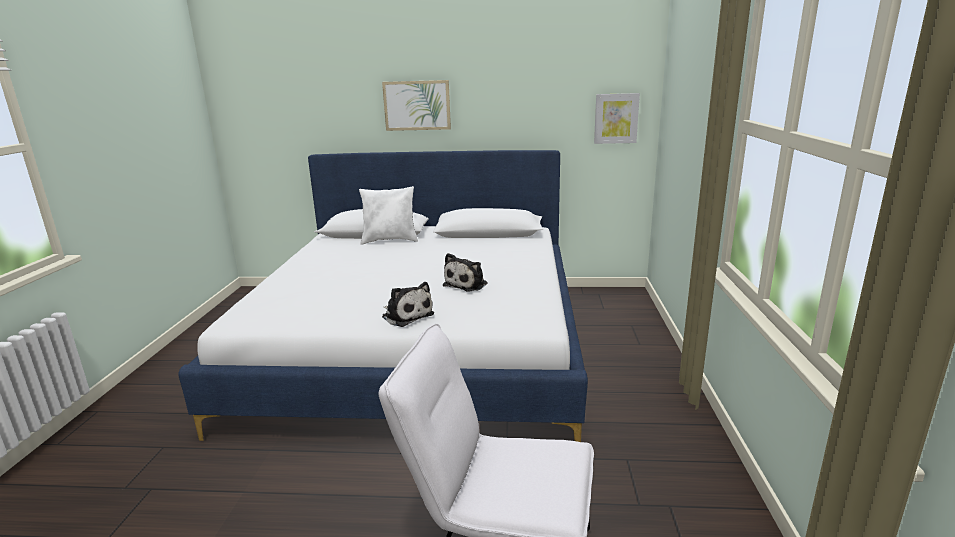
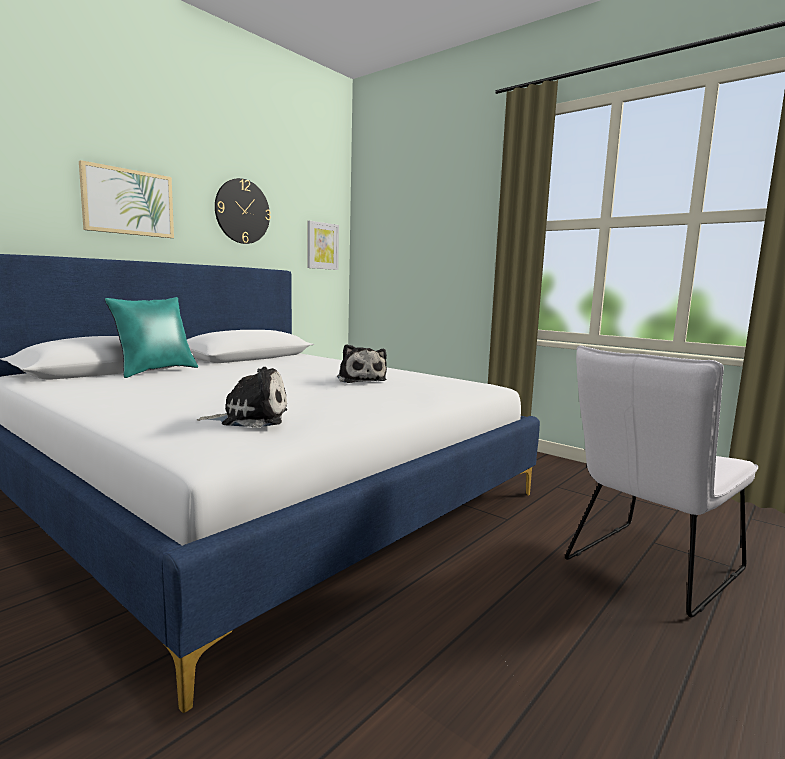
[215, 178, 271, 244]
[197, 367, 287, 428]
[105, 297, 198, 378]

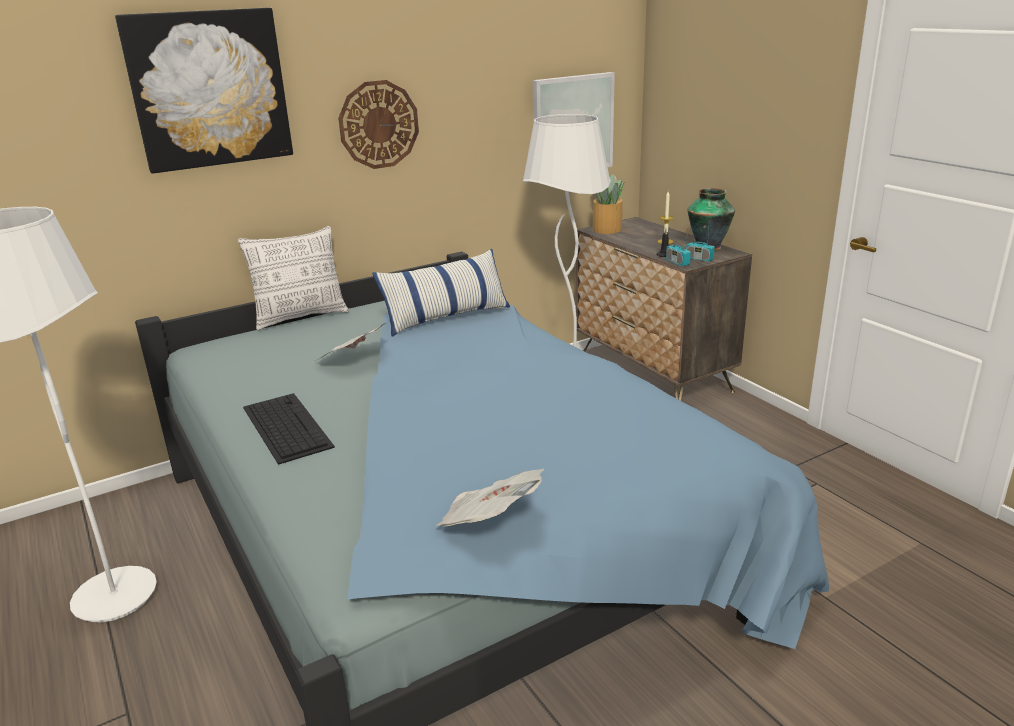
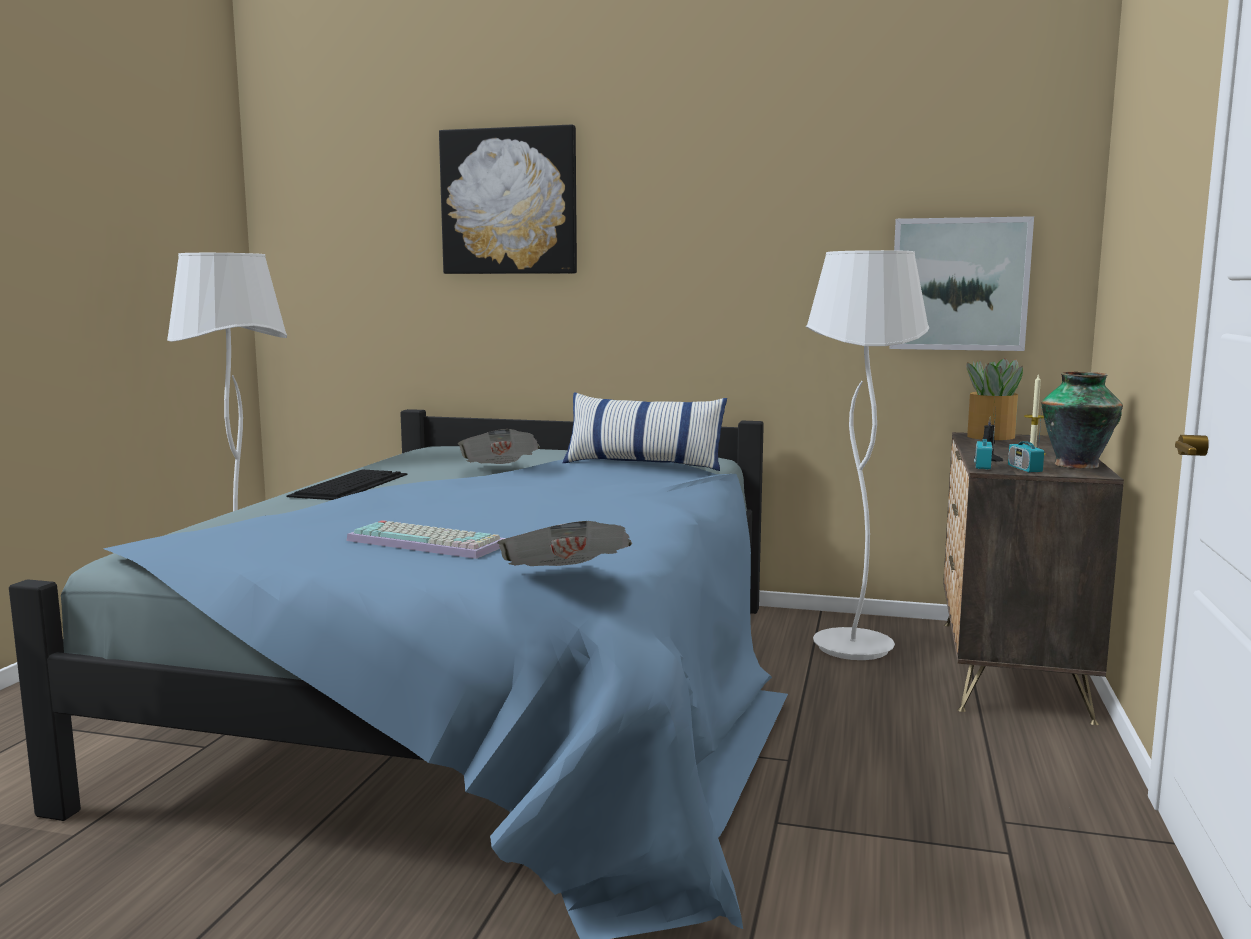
[238, 226, 349, 330] (first image)
[338, 80, 419, 169] (first image)
[346, 520, 506, 559]
[497, 521, 632, 566]

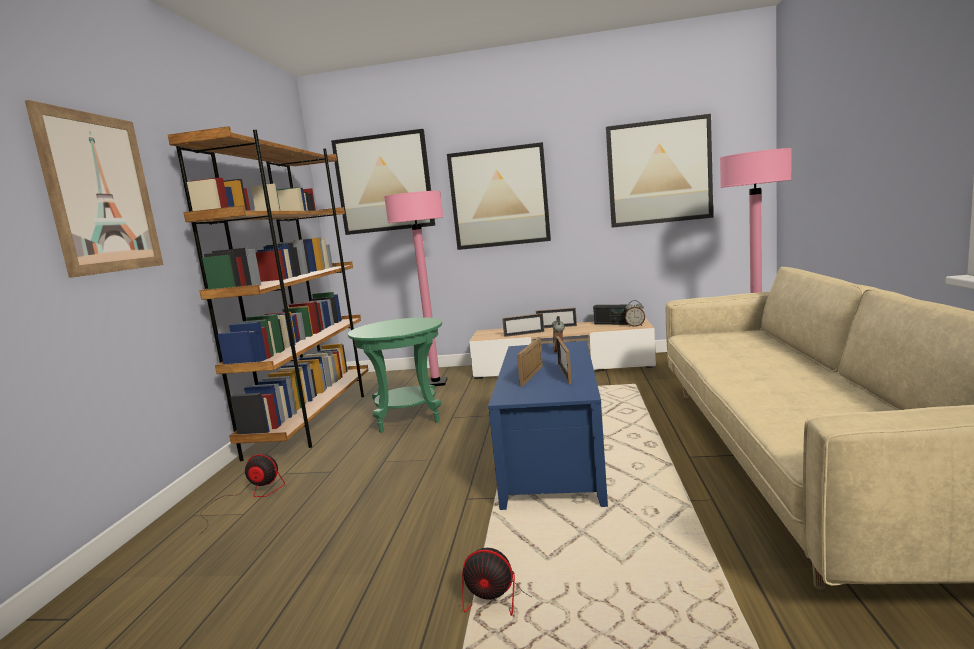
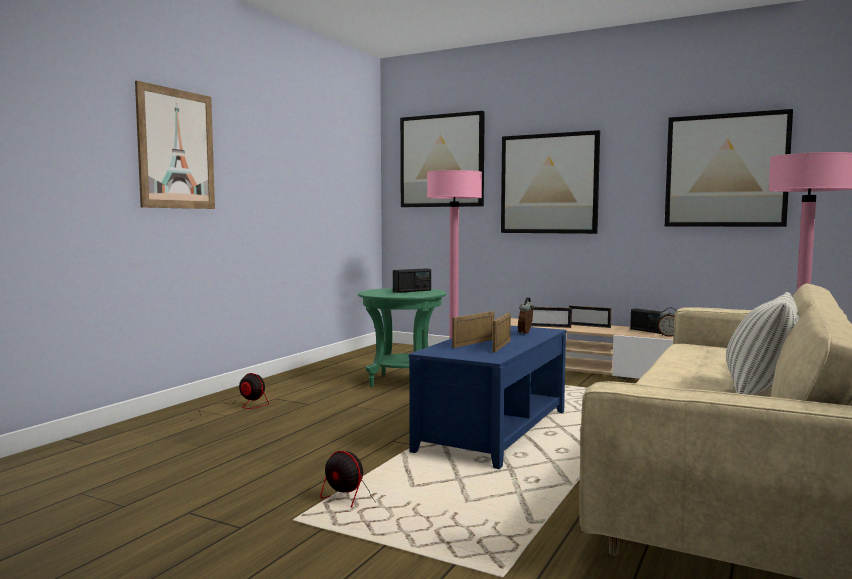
[168, 126, 369, 461] (first image)
[393, 268, 431, 293]
[726, 292, 800, 395]

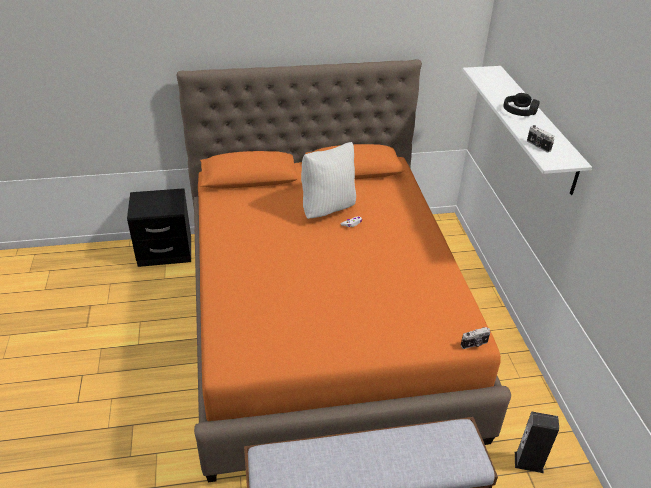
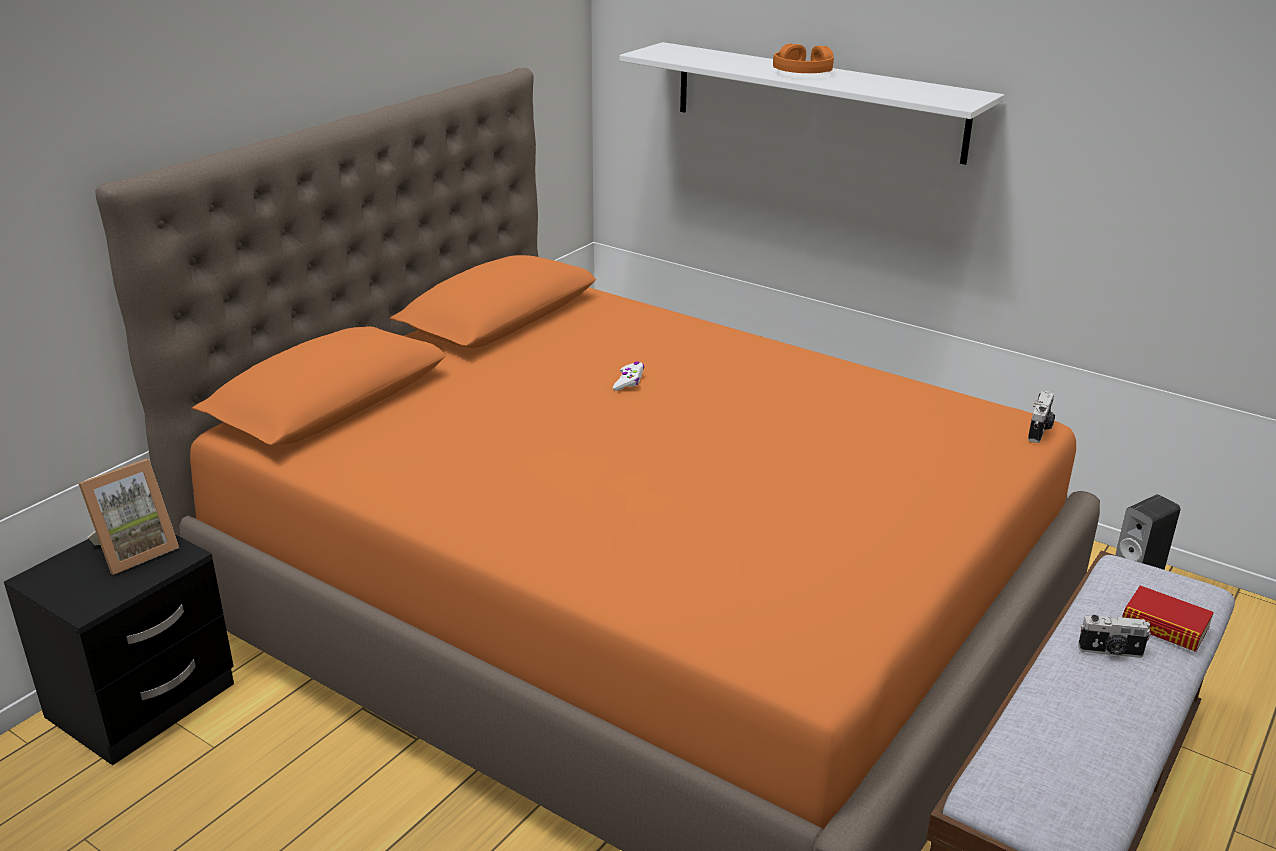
[301, 142, 356, 219] (first image)
[78, 459, 179, 575]
[1122, 585, 1214, 652]
[1078, 615, 1151, 658]
[773, 43, 834, 73]

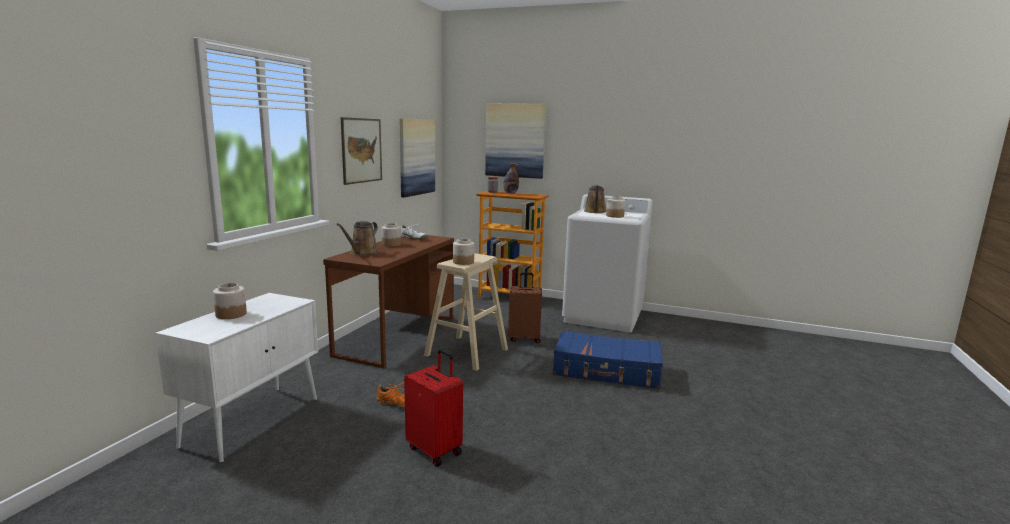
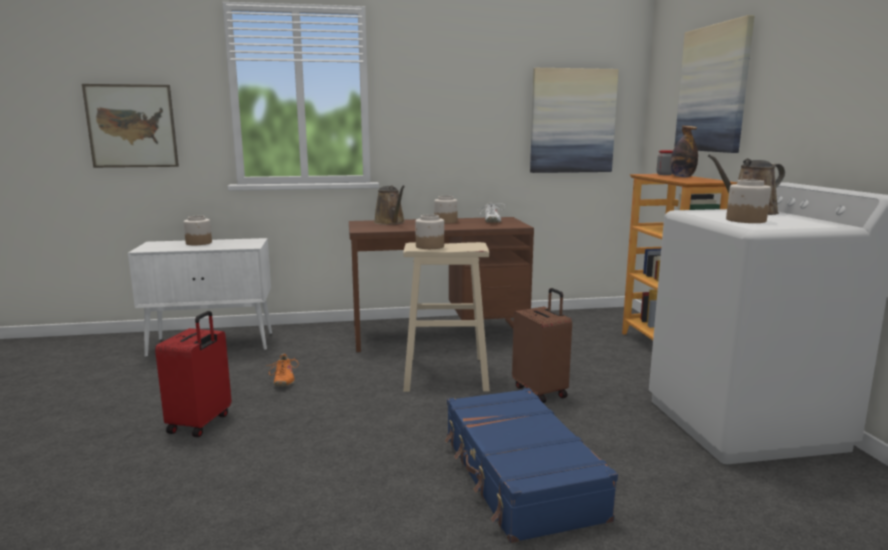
[82, 84, 179, 168]
[374, 185, 405, 225]

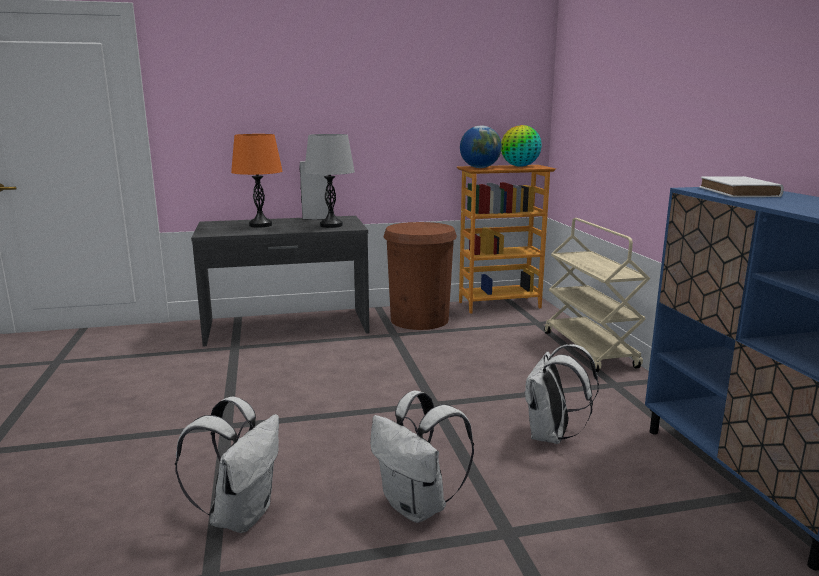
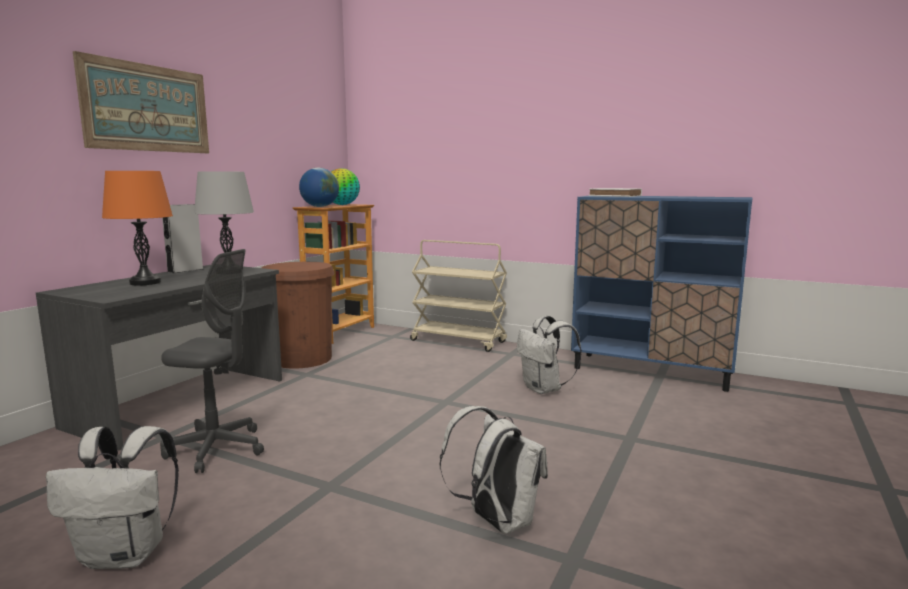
[73, 51, 209, 153]
[160, 249, 264, 473]
[46, 426, 179, 569]

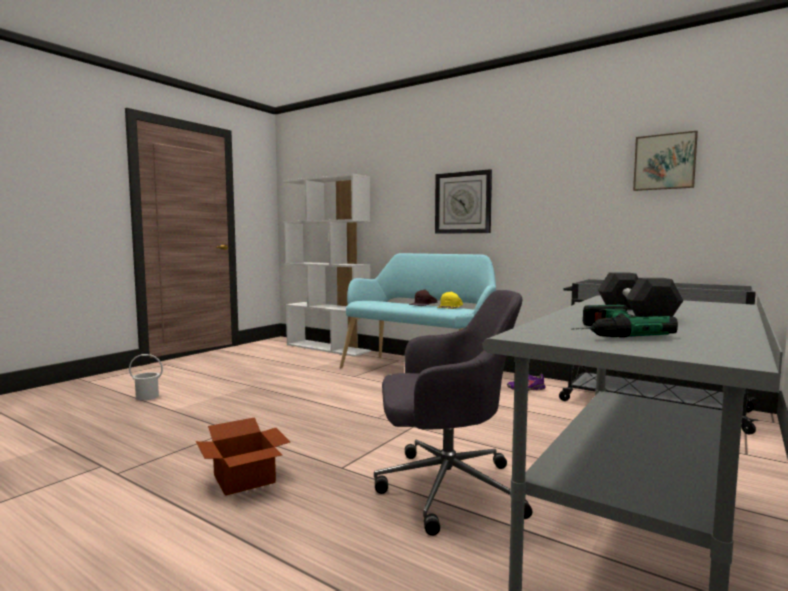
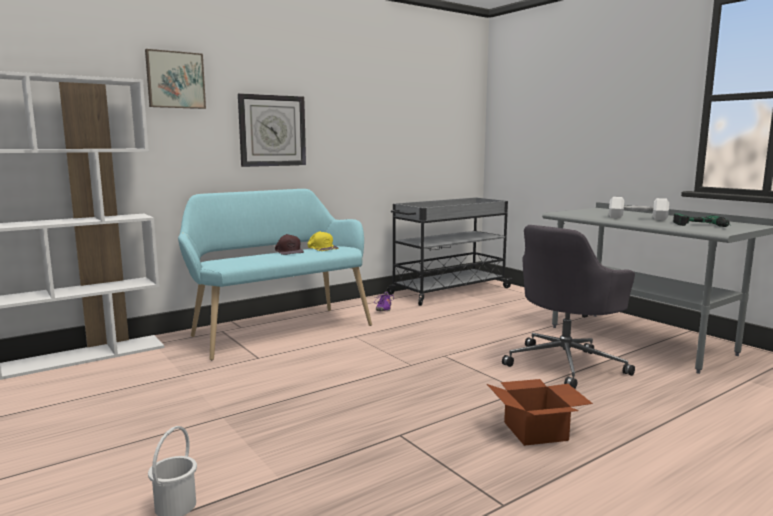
[145, 49, 206, 109]
[609, 197, 669, 221]
[502, 225, 635, 389]

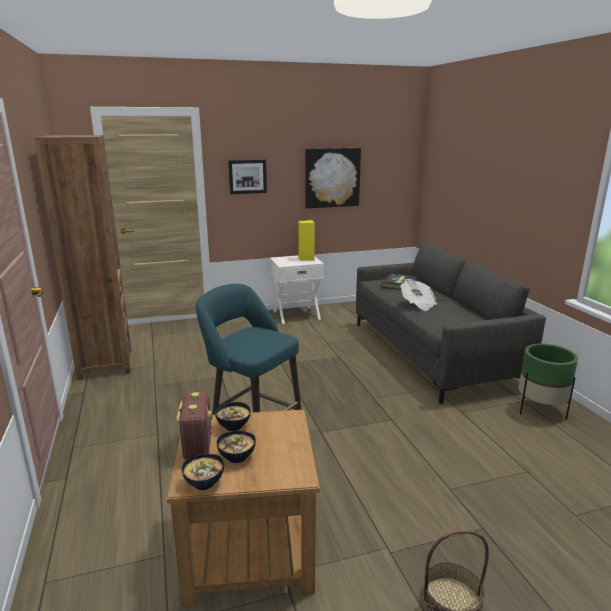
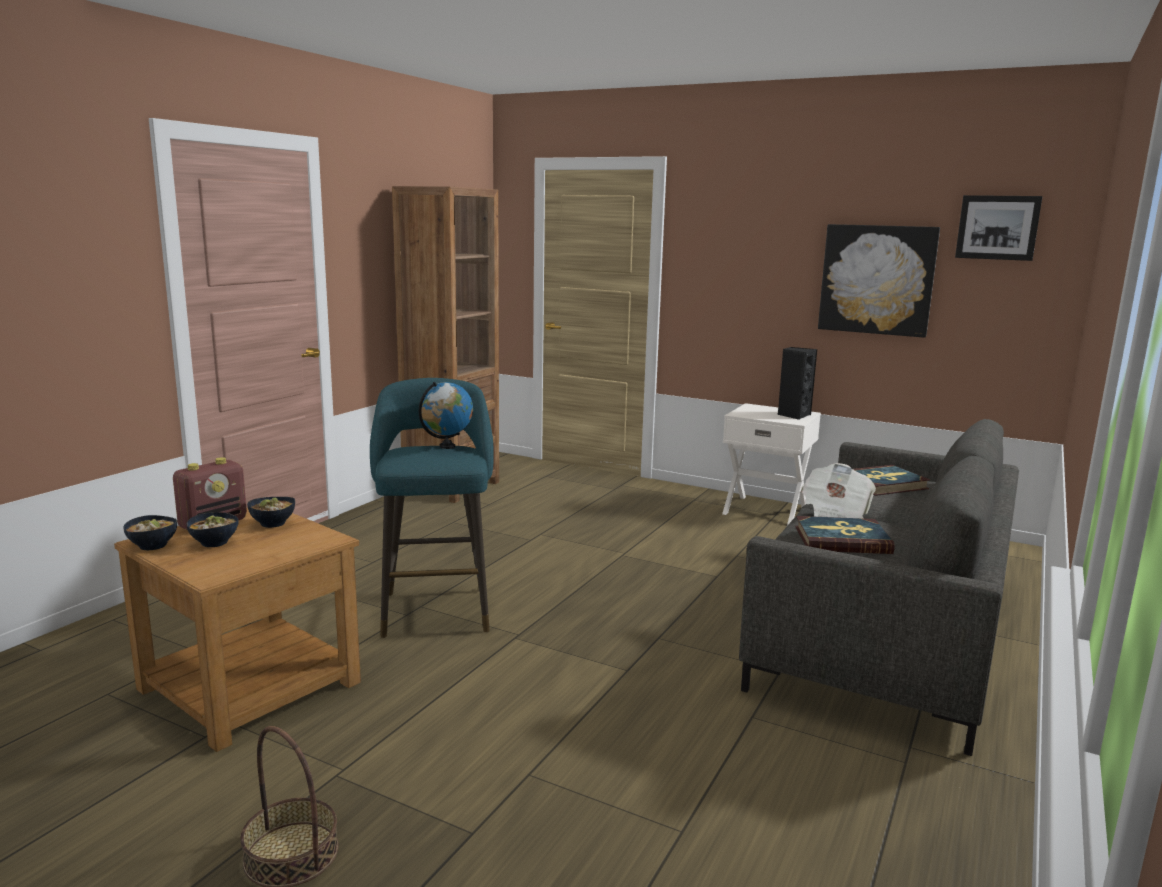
[519, 344, 578, 420] (first image)
[419, 382, 473, 449]
[795, 516, 895, 554]
[955, 195, 1042, 261]
[778, 347, 817, 420]

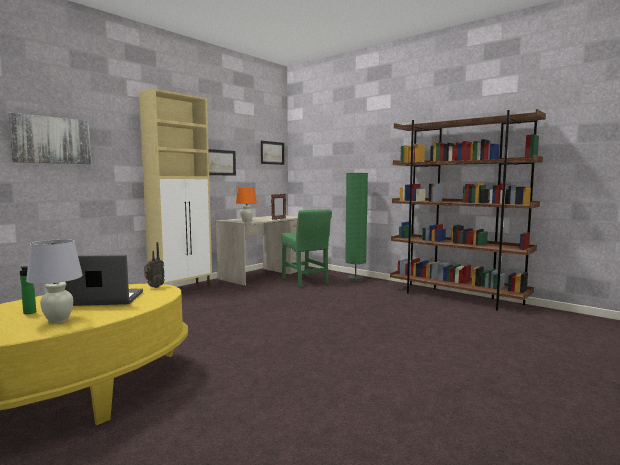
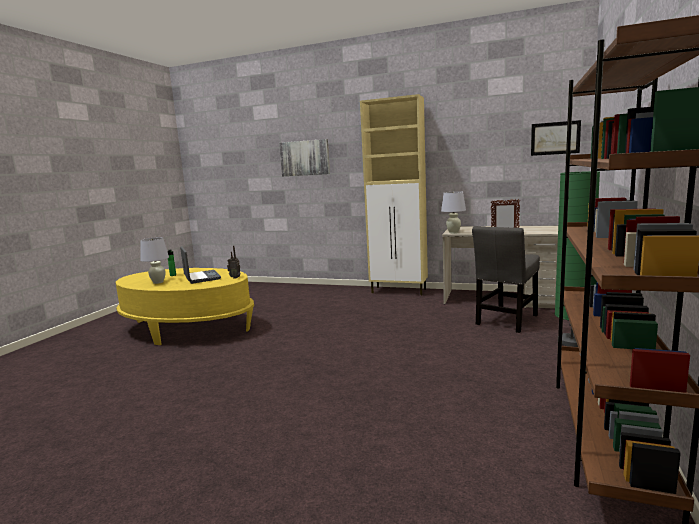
[208, 149, 236, 176] (first image)
[441, 191, 466, 233]
[472, 226, 540, 333]

